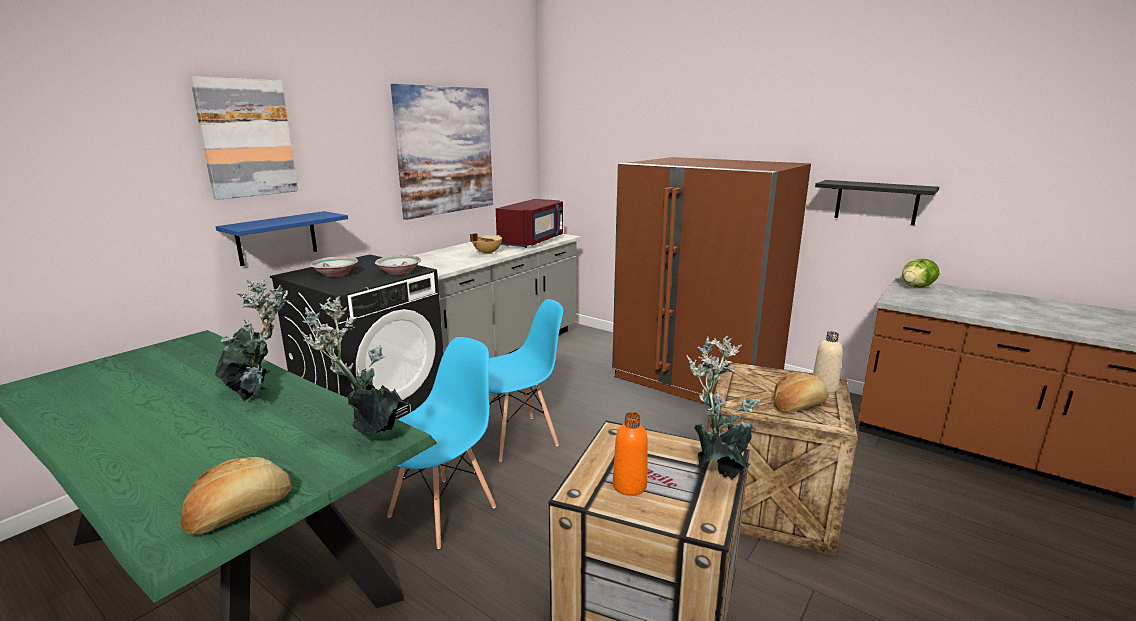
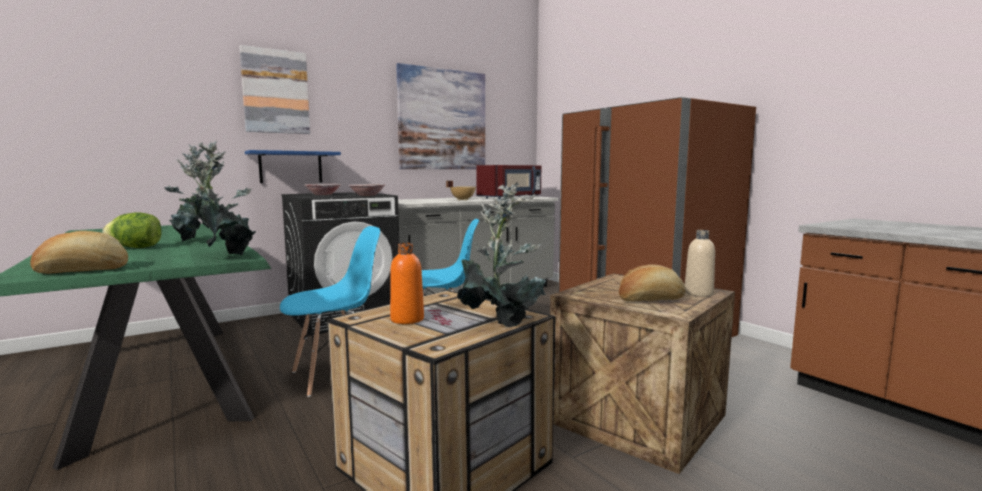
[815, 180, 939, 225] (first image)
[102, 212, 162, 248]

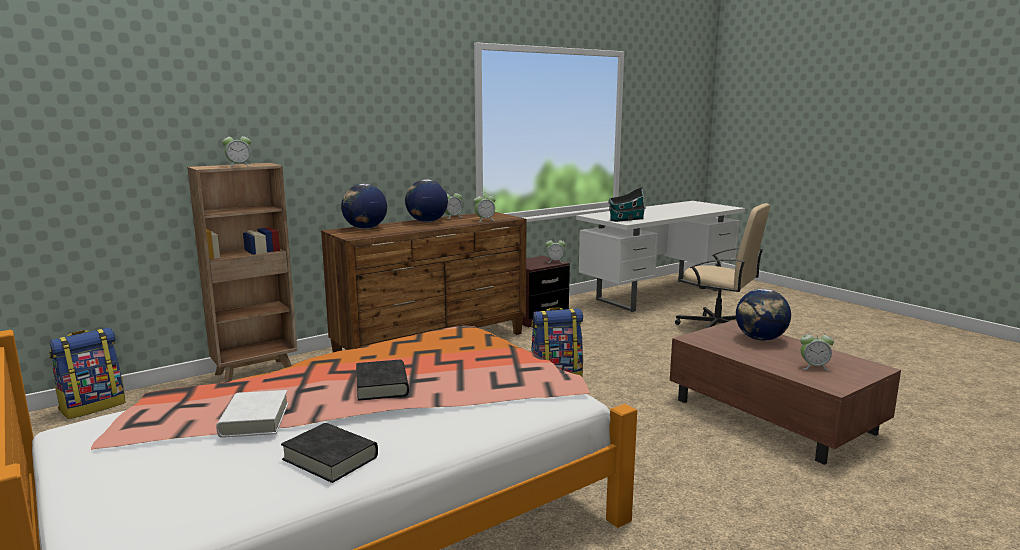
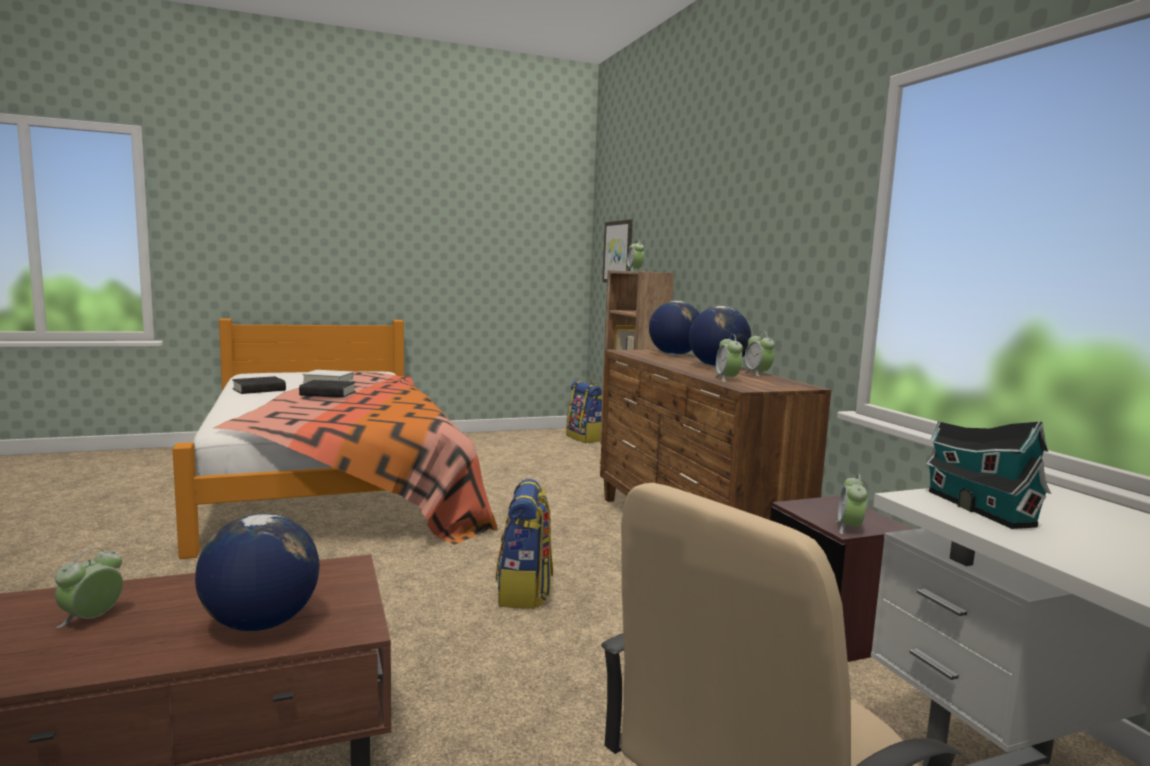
[602, 219, 633, 282]

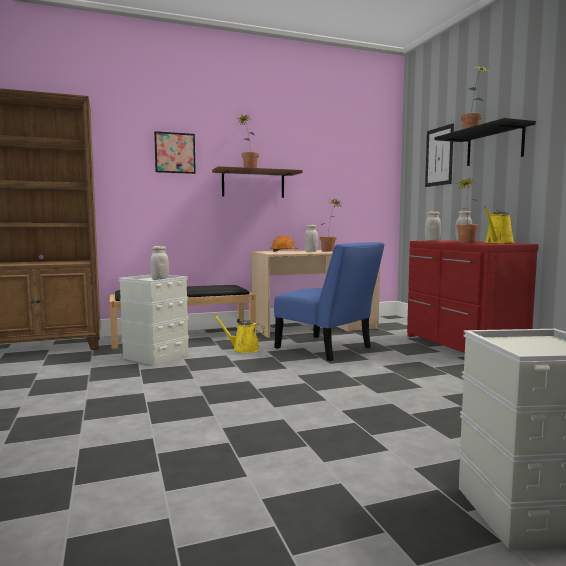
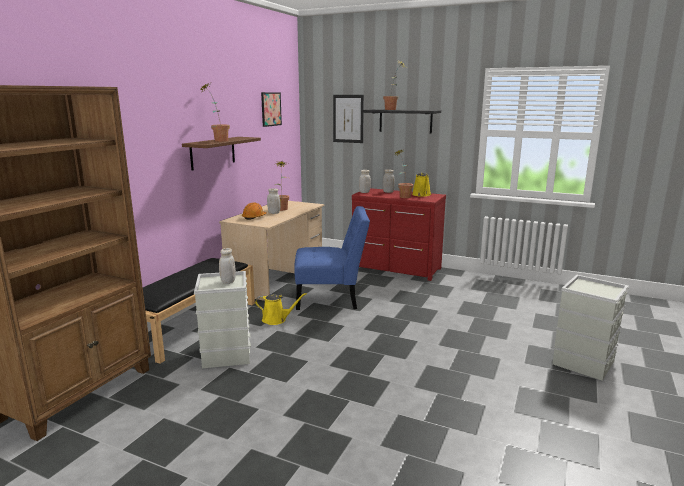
[261, 92, 282, 127]
[255, 293, 307, 325]

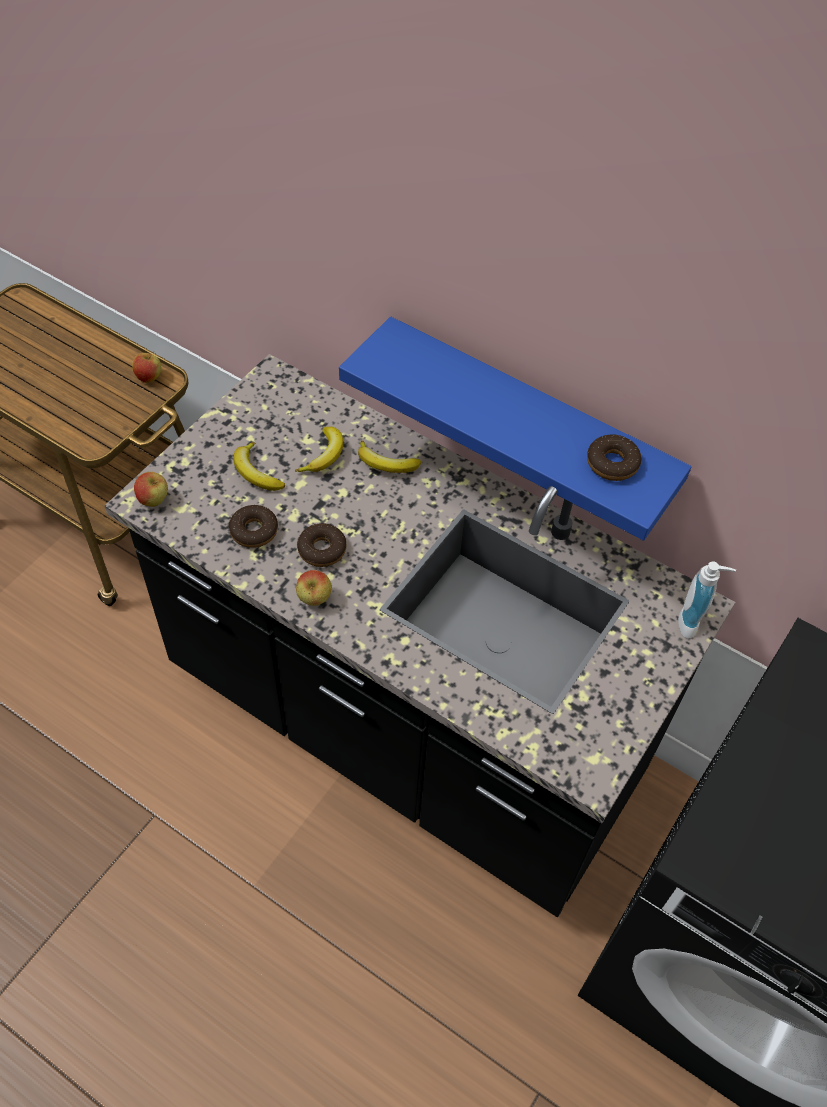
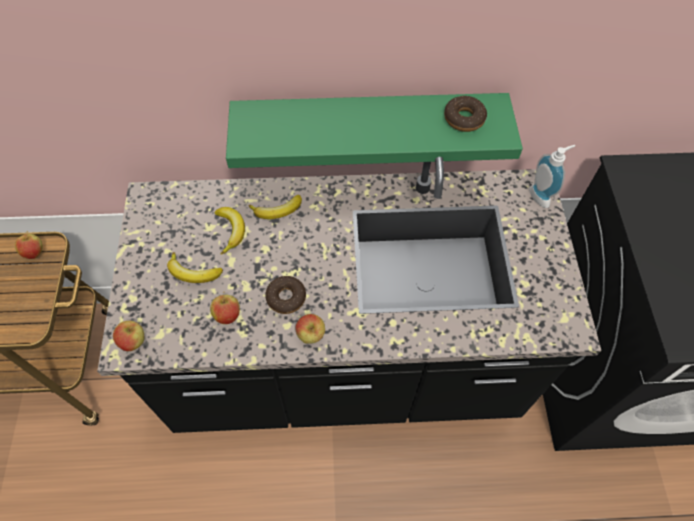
[210, 292, 240, 324]
[226, 93, 523, 168]

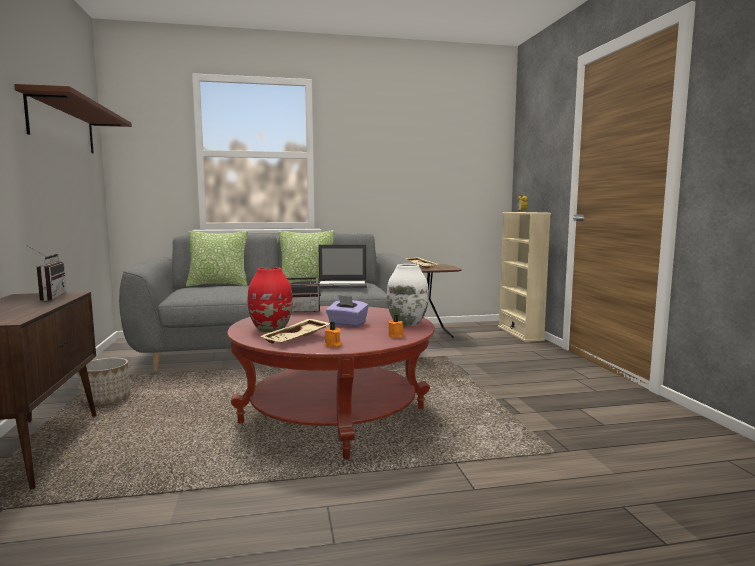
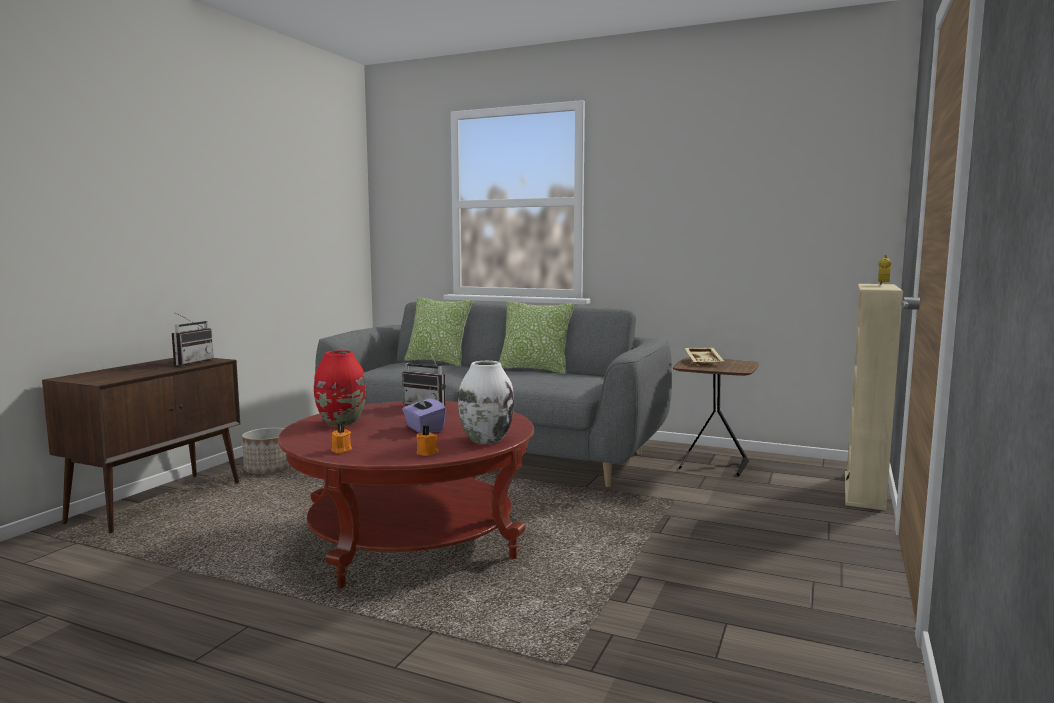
[14, 84, 132, 153] (first image)
[260, 318, 330, 343] (first image)
[318, 245, 367, 289] (first image)

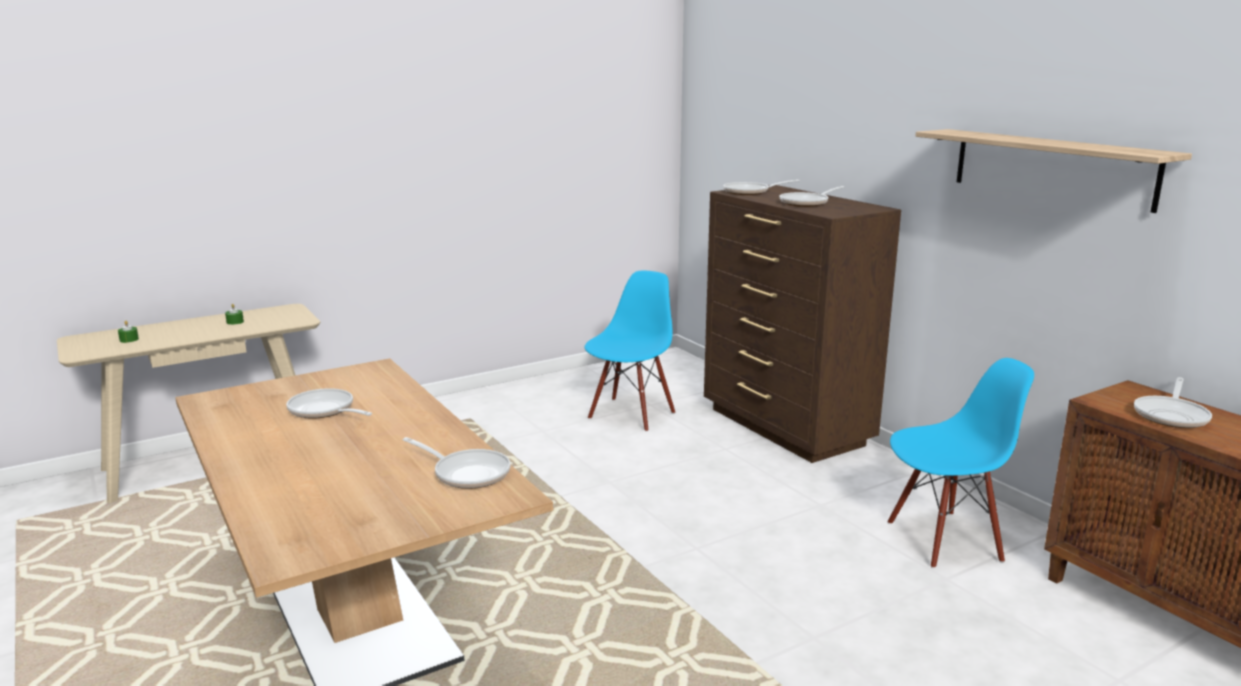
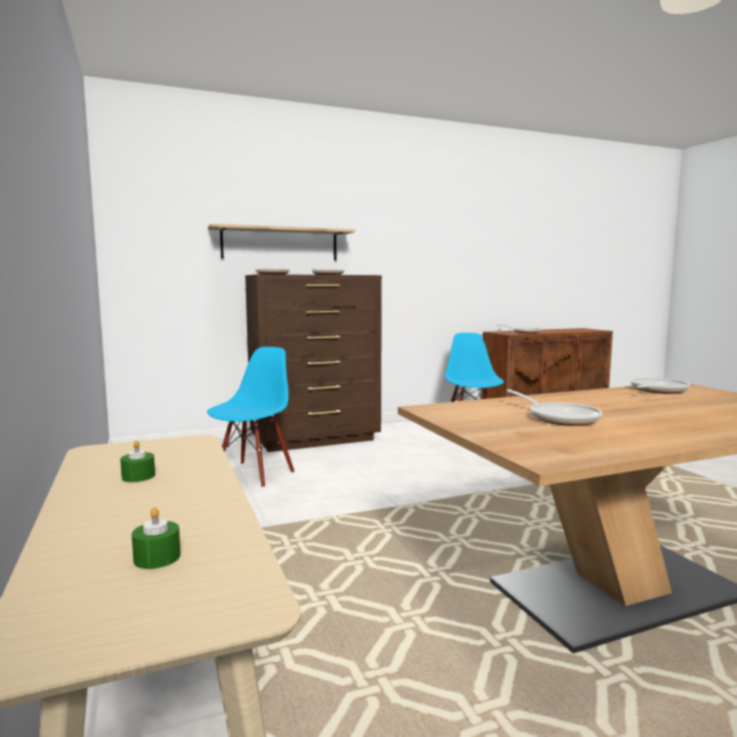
[208, 224, 355, 260]
[506, 389, 602, 426]
[207, 347, 294, 488]

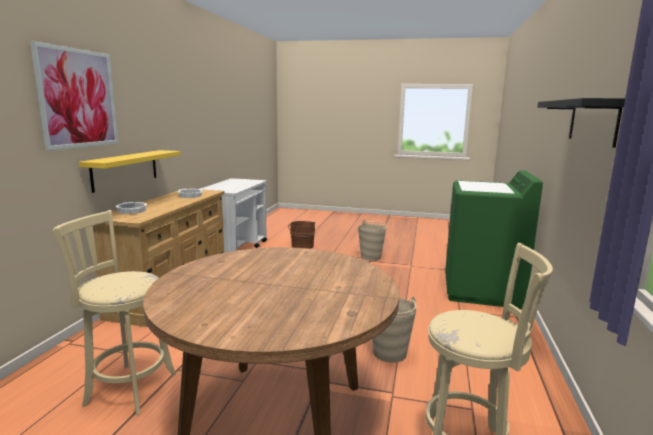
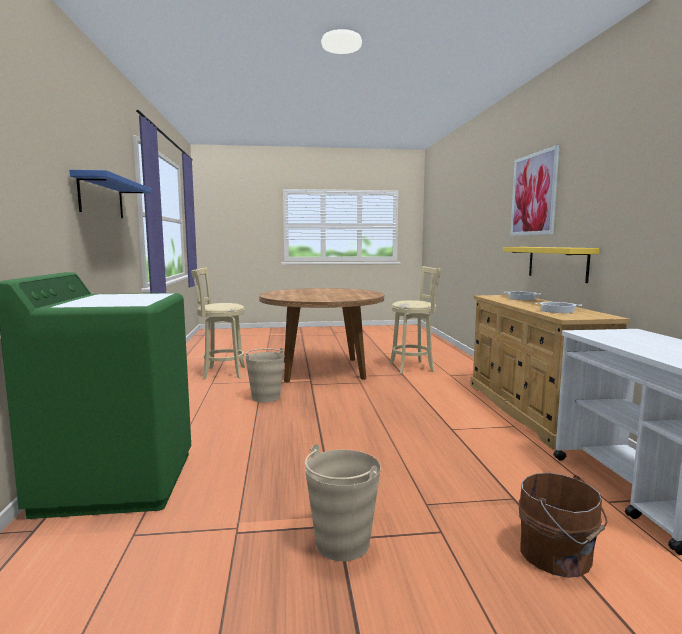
[69, 170, 152, 218]

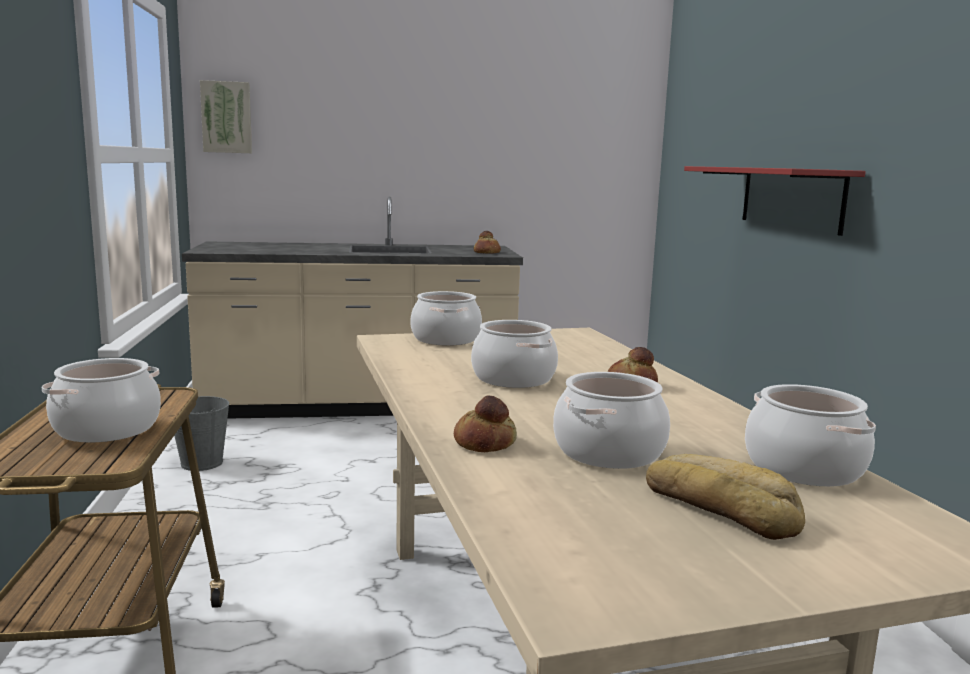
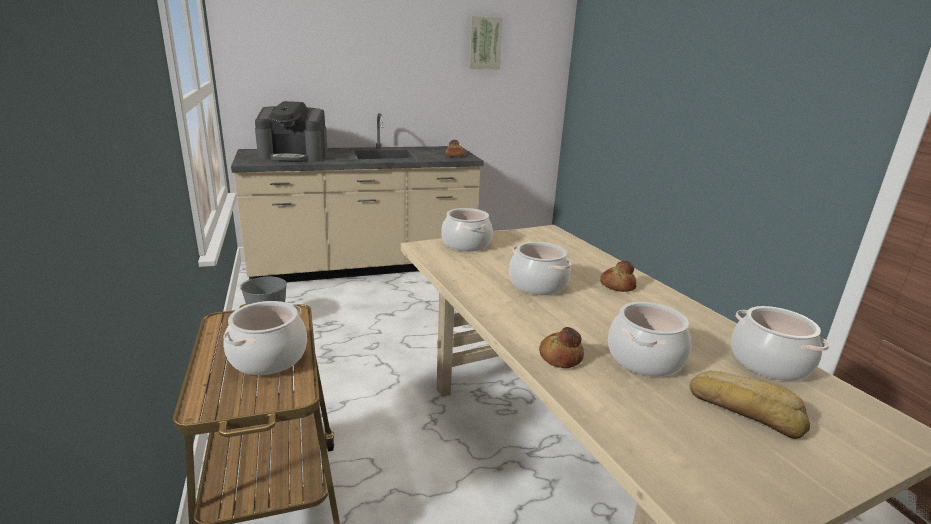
[684, 166, 866, 236] (first image)
[255, 101, 328, 162]
[468, 16, 503, 70]

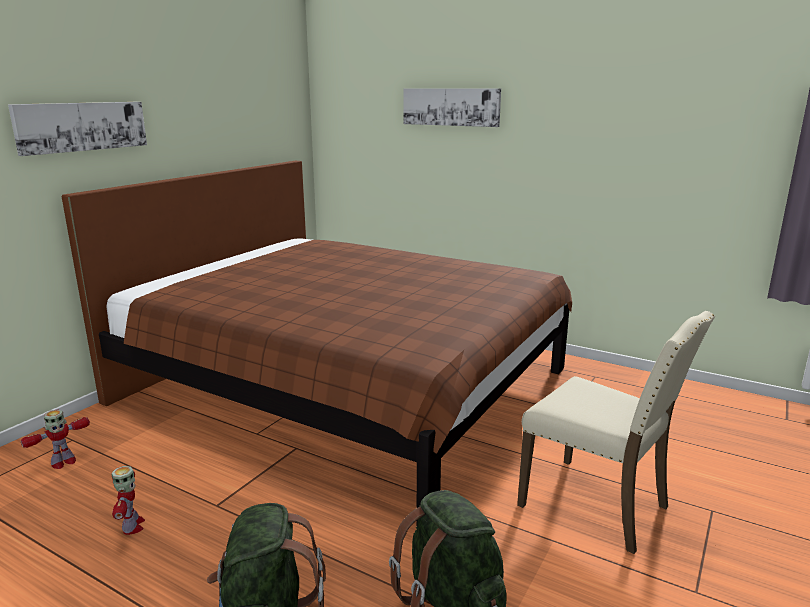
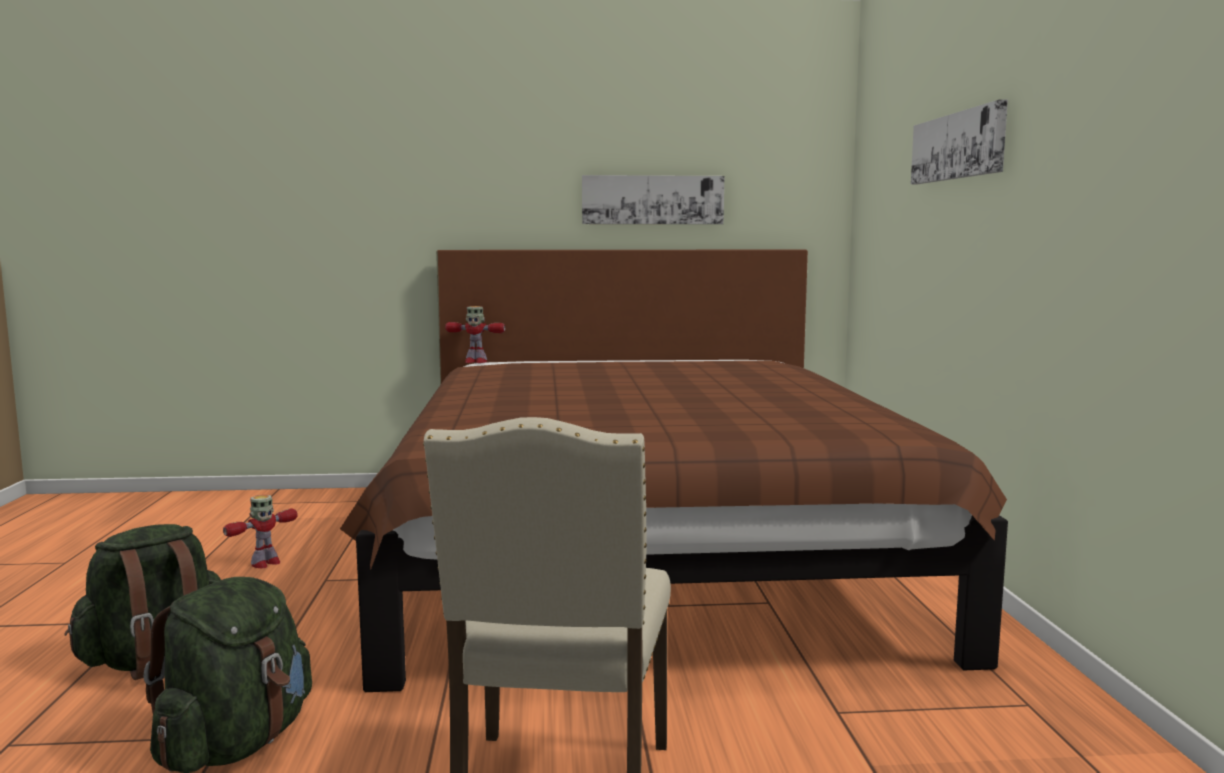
[582, 175, 724, 224]
[445, 306, 506, 363]

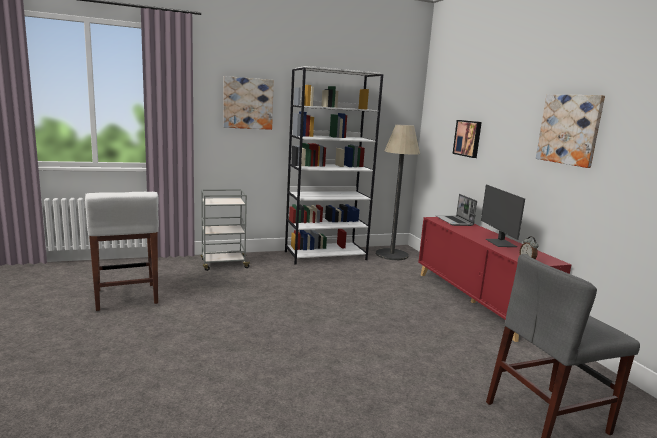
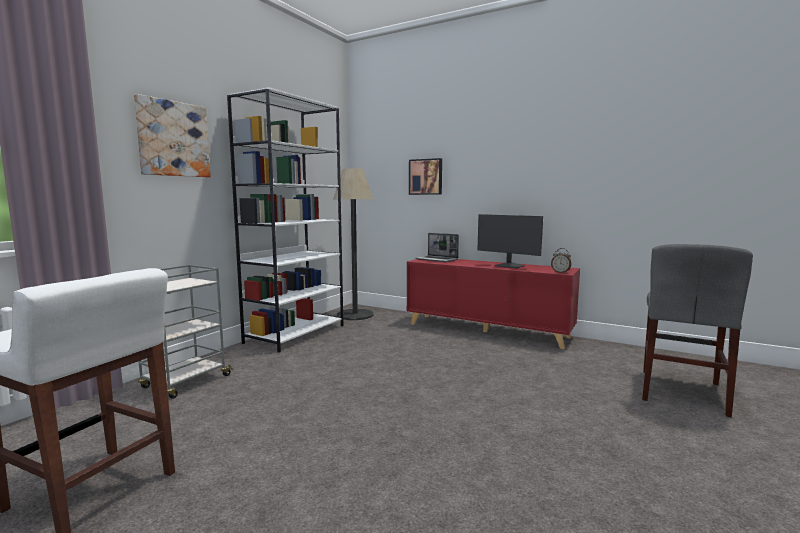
[536, 95, 605, 168] (first image)

